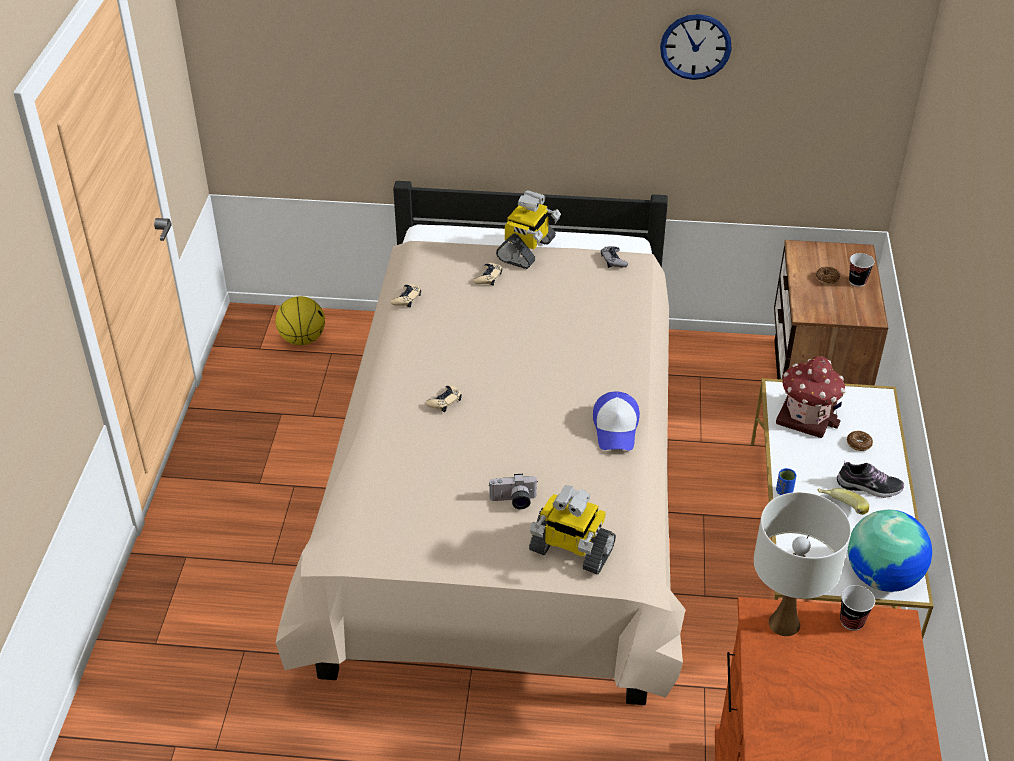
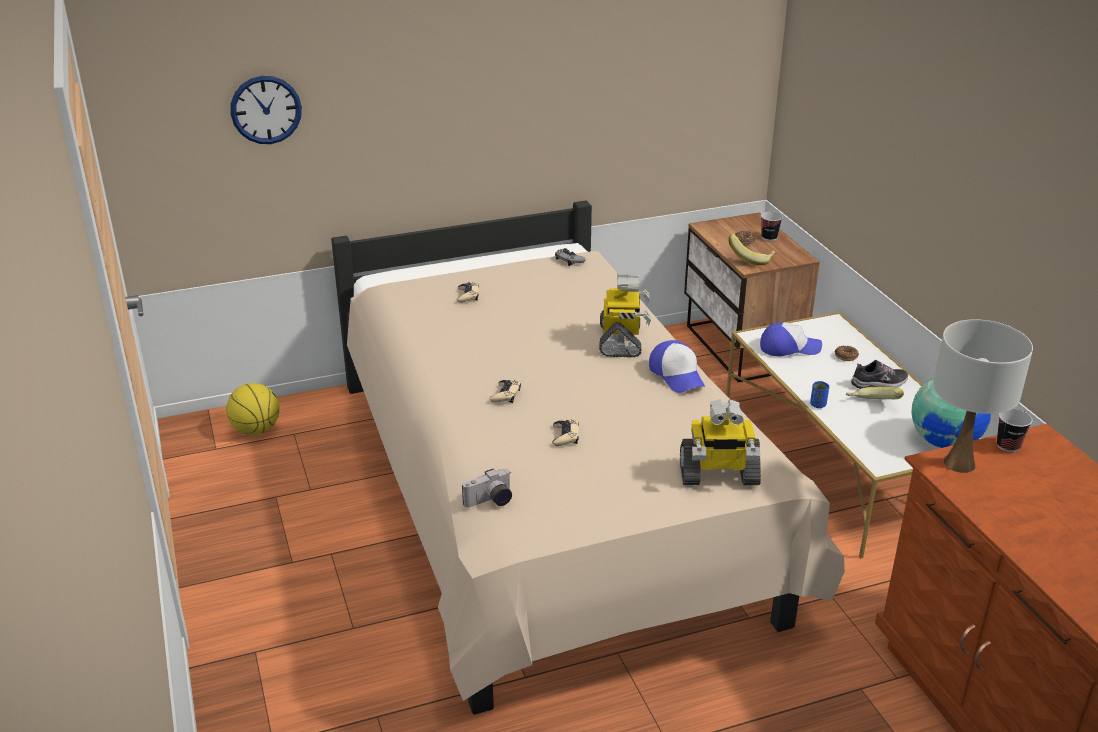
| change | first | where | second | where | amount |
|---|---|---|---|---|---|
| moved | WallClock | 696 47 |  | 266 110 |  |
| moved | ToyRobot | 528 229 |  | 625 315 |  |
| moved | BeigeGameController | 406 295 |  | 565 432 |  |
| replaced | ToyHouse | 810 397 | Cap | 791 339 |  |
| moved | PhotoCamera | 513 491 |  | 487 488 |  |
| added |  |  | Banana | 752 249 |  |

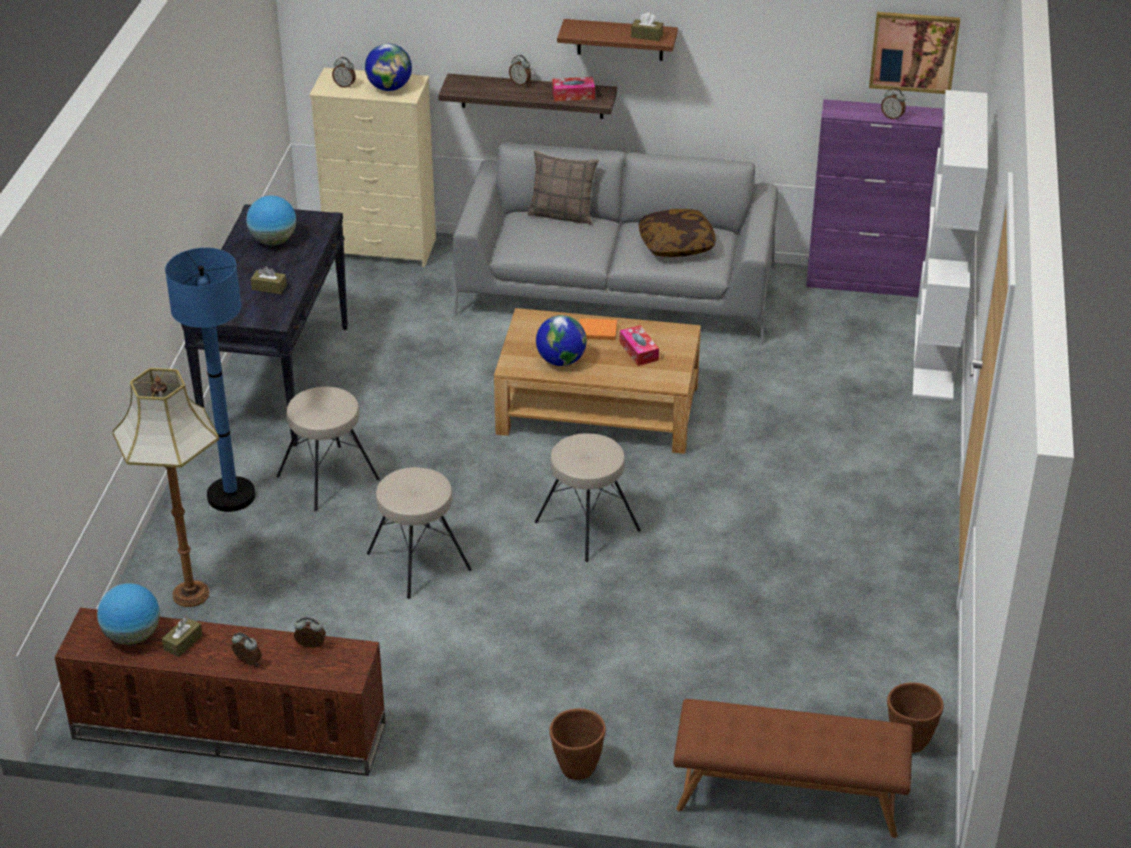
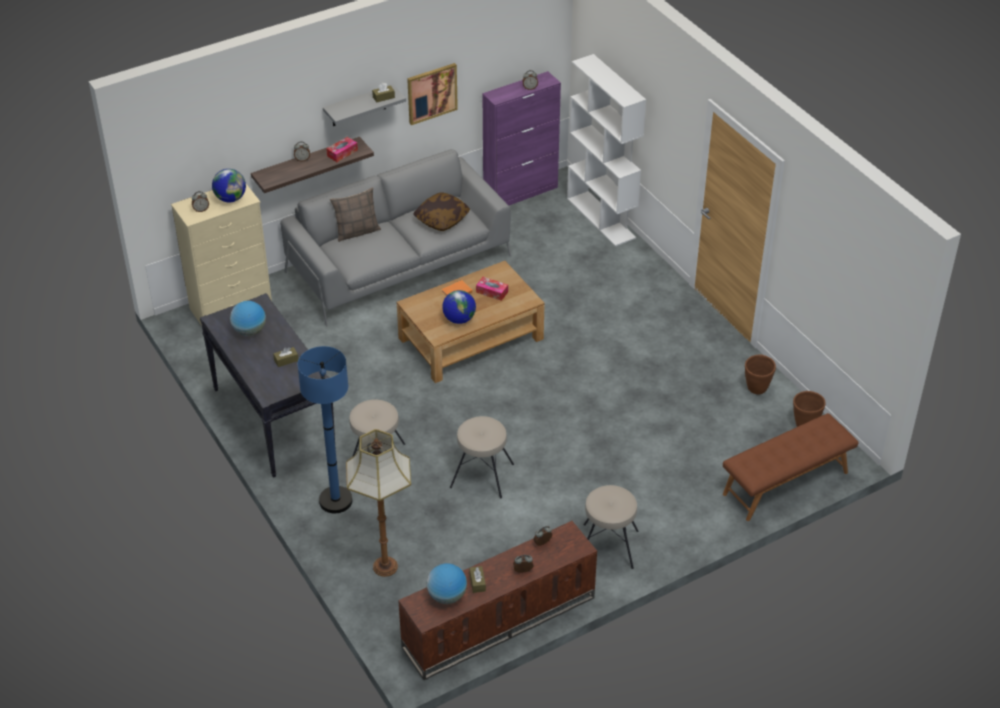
| change | first | where | second | where | amount |
|---|---|---|---|---|---|
| moved | Picture | 914 53 |  | 432 94 |  |
| recoloured | BrownShelf | 617 40 | GreyShelf | 364 105 |  |
| moved | BeigeStool | 588 497 |  | 611 527 |  |
| moved | BrownPlanter | 577 744 |  | 760 375 |  |

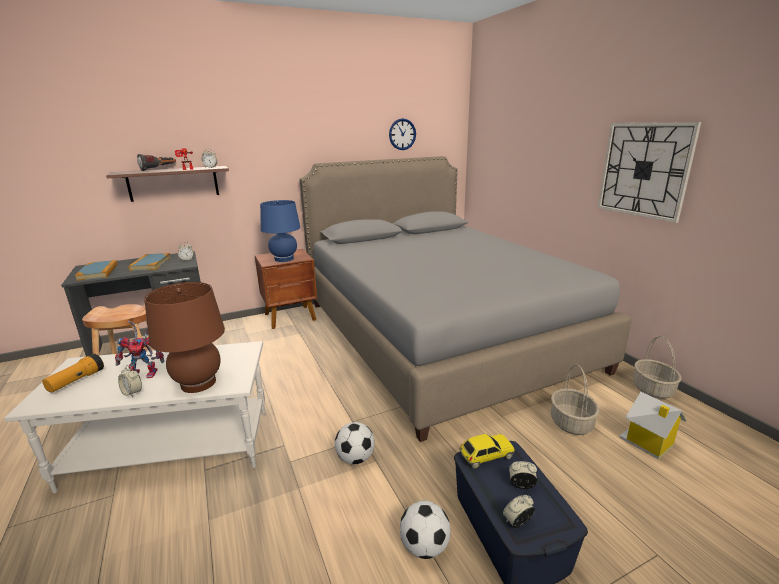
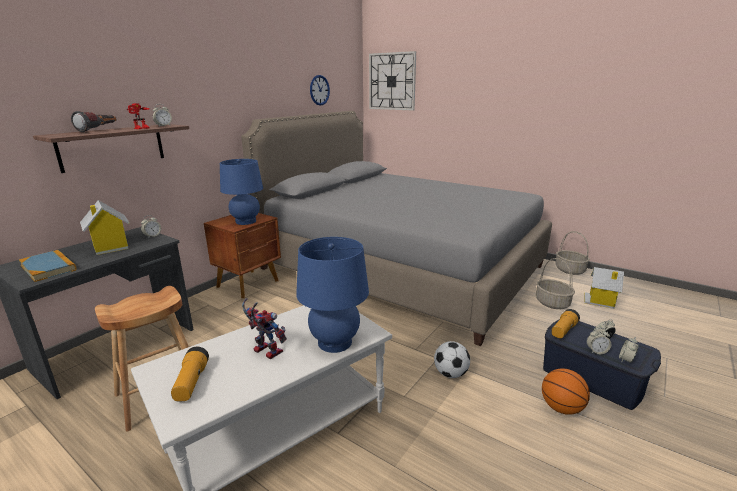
| change | first | where | second | where | amount |
|---|---|---|---|---|---|
| moved | WallClock | 649 172 |  | 392 80 |  |
| replaced | Book | 149 262 | ToyHouse | 105 227 |  |
| recoloured | BrownTableLamp | 184 337 | BlueTableLamp | 332 295 |  |
| turned | ToyRobot | 139 349 |  | 264 328 | 105 degrees counterclockwise |
| moved | AlarmClock | 130 381 |  | 599 341 |  |
| replaced | ToyCar | 487 451 | Flashlight | 565 323 |  |
| replaced | Football | 425 530 | Basketball | 566 391 |  |

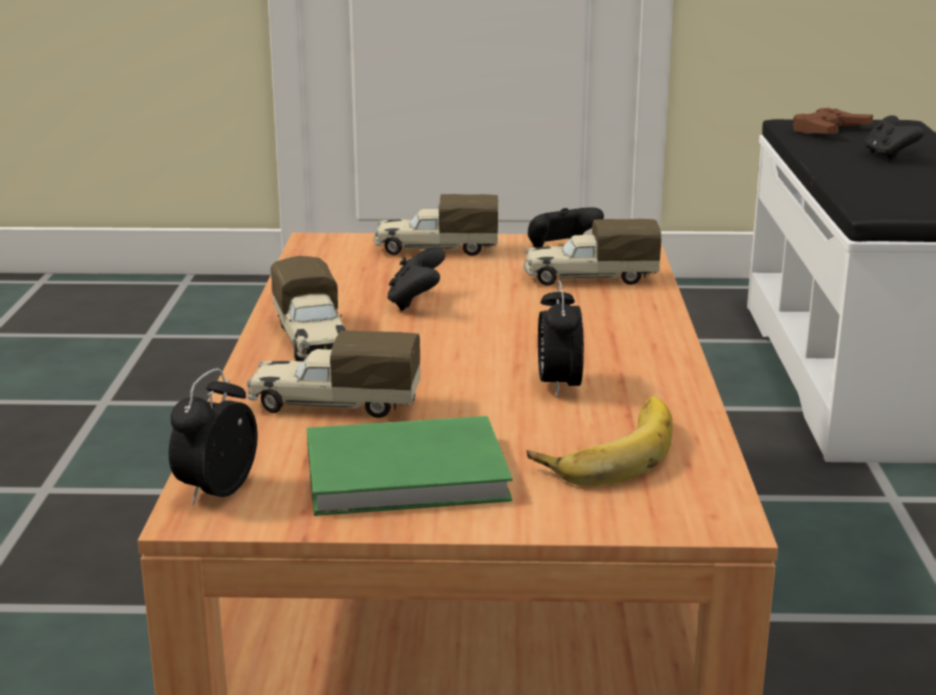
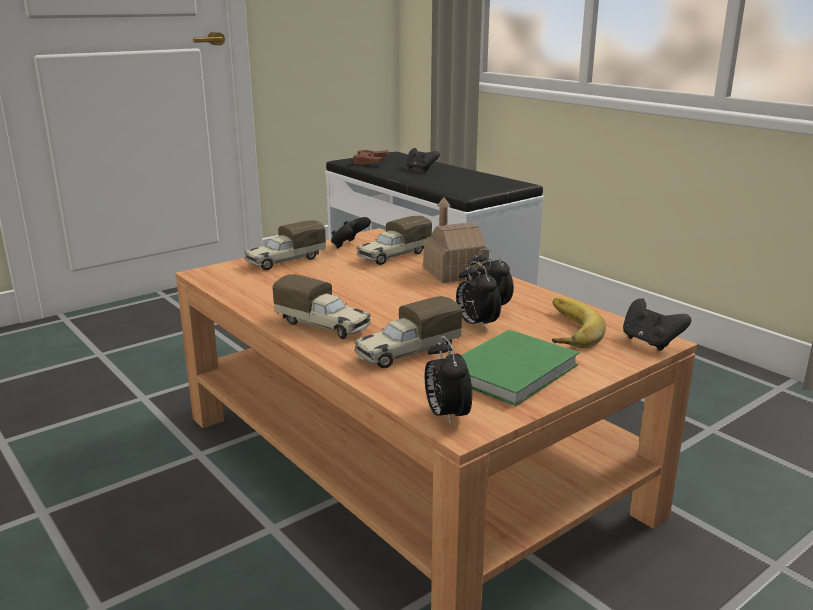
| change | first | where | second | where | amount |
|---|---|---|---|---|---|
| moved | BlackGameController | 416 279 |  | 657 324 |  |
| added |  |  | ToyHouse | 456 240 |  |
| added |  |  | AlarmClock | 478 296 |  |

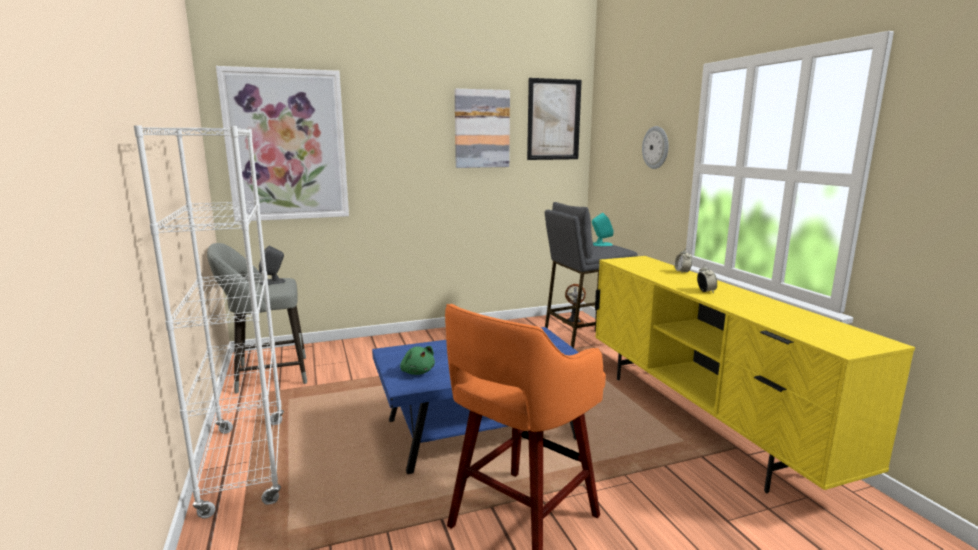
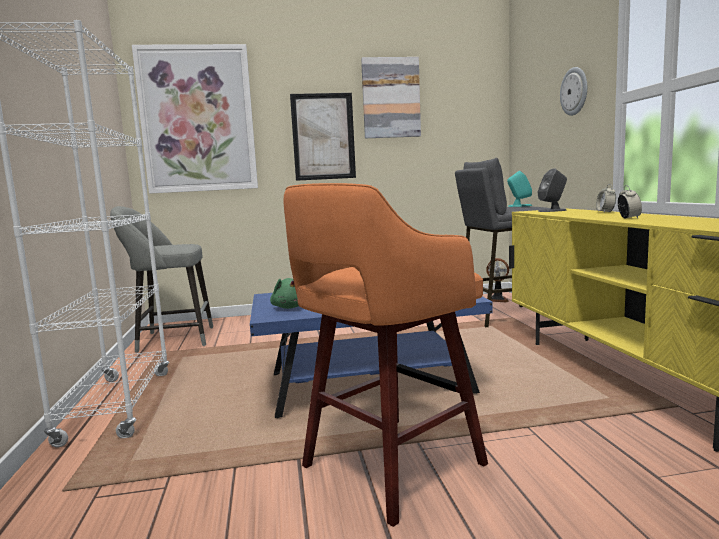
| change | first | where | second | where | amount |
|---|---|---|---|---|---|
| moved | Picture | 554 119 |  | 323 137 |  |
| moved | GreySpeaker | 272 265 |  | 552 190 |  |

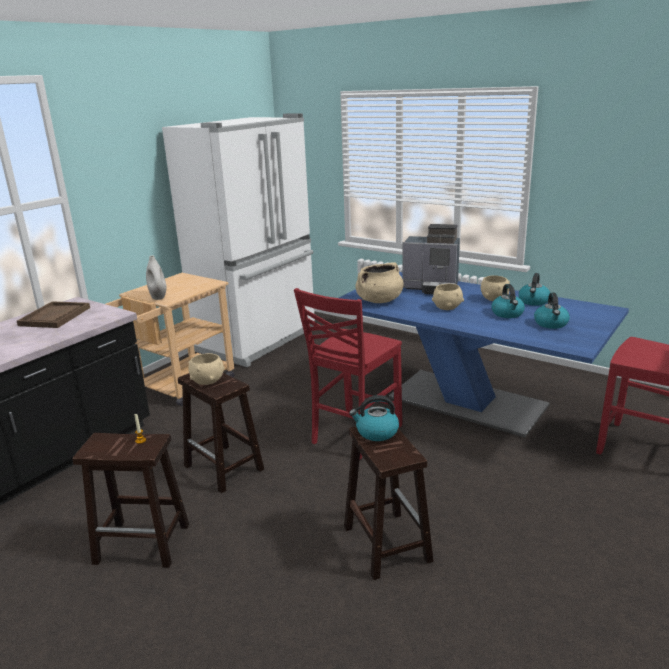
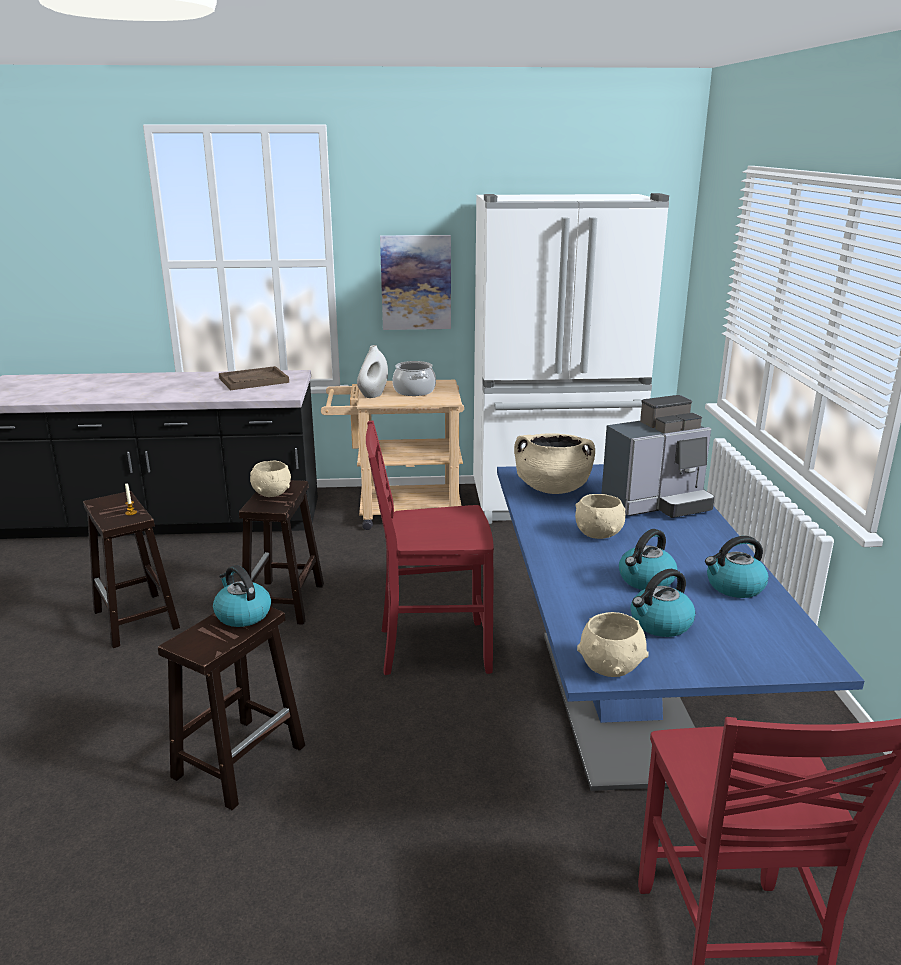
| change | first | where | second | where | amount |
|---|---|---|---|---|---|
| turned | CoffeeMachine | 431 259 |  | 658 456 | 90 degrees counterclockwise |
| moved | BeigeBowl | 495 288 |  | 613 644 |  |
| added |  |  | Picture | 415 282 |  |
| added |  |  | CookingPot | 414 378 |  |

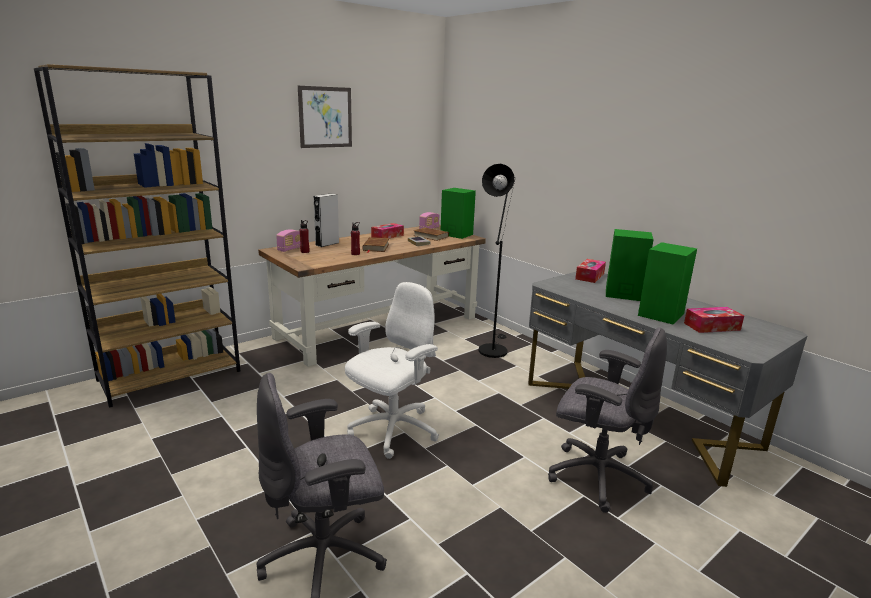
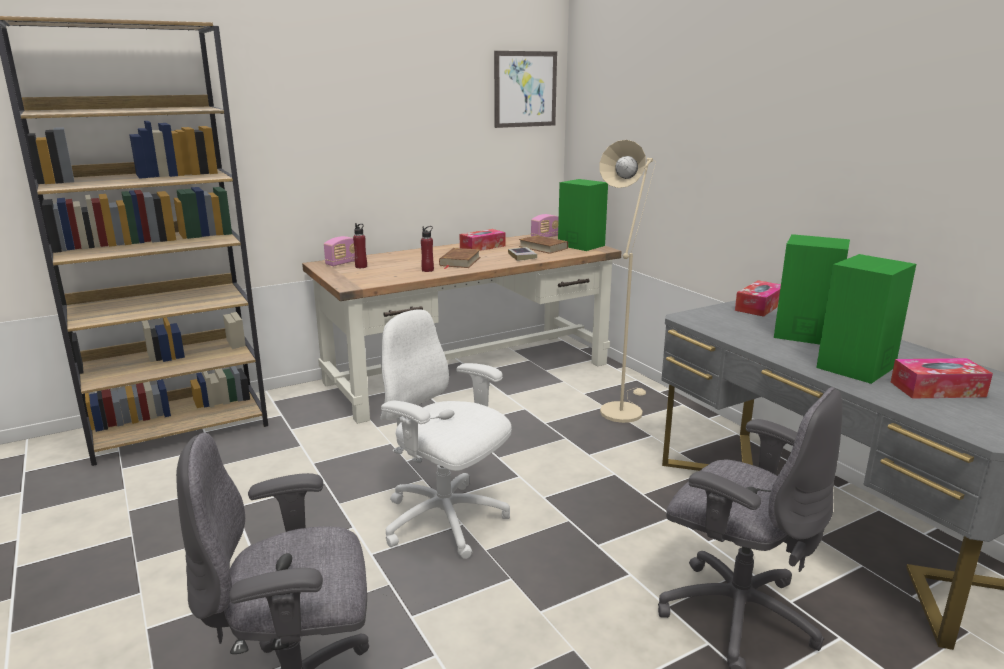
| change | first | where | second | where | amount |
|---|---|---|---|---|---|
| moved | Picture | 325 117 |  | 525 89 |  |
| recoloured | BlackFloorLamp | 497 261 | BeigeFloorLamp | 628 281 |  |
| removed | GreySpeaker | 326 220 |  |  |  |
| turned | WhiteOfficeChair | 392 370 |  | 446 434 | 105 degrees counterclockwise |

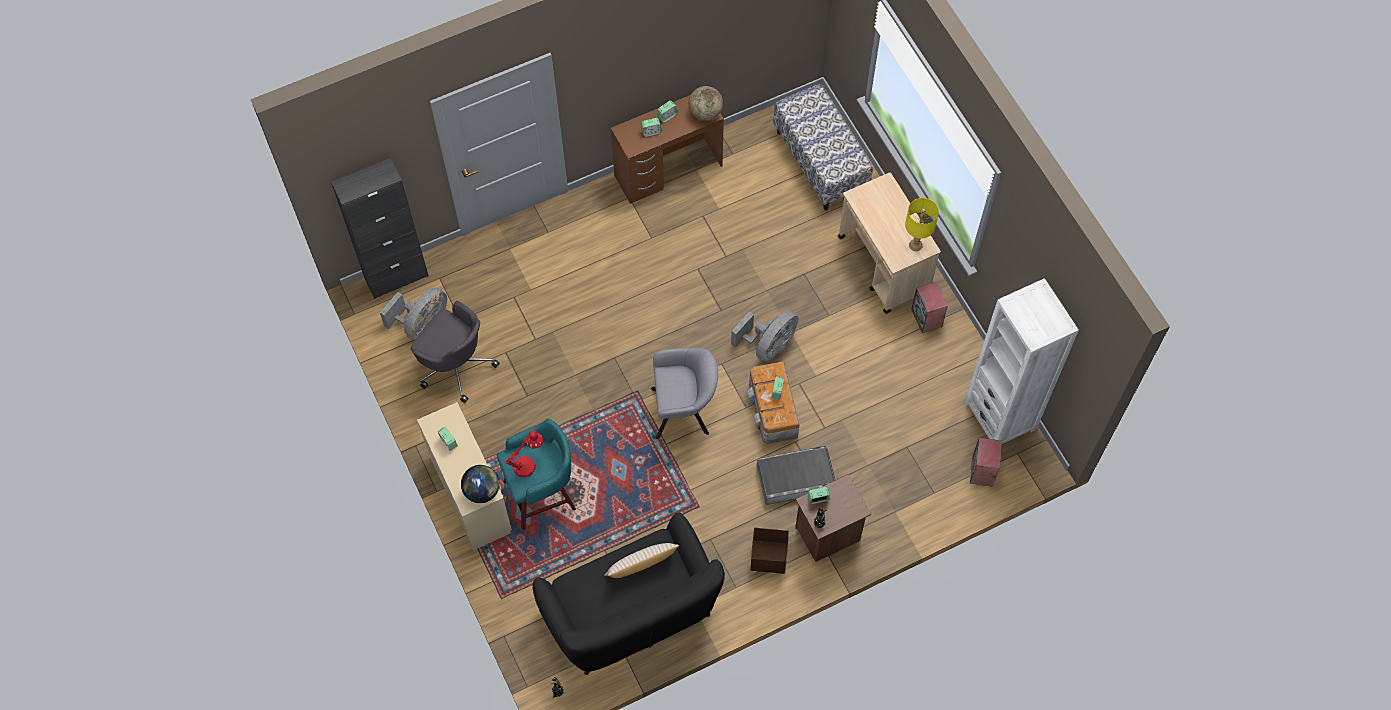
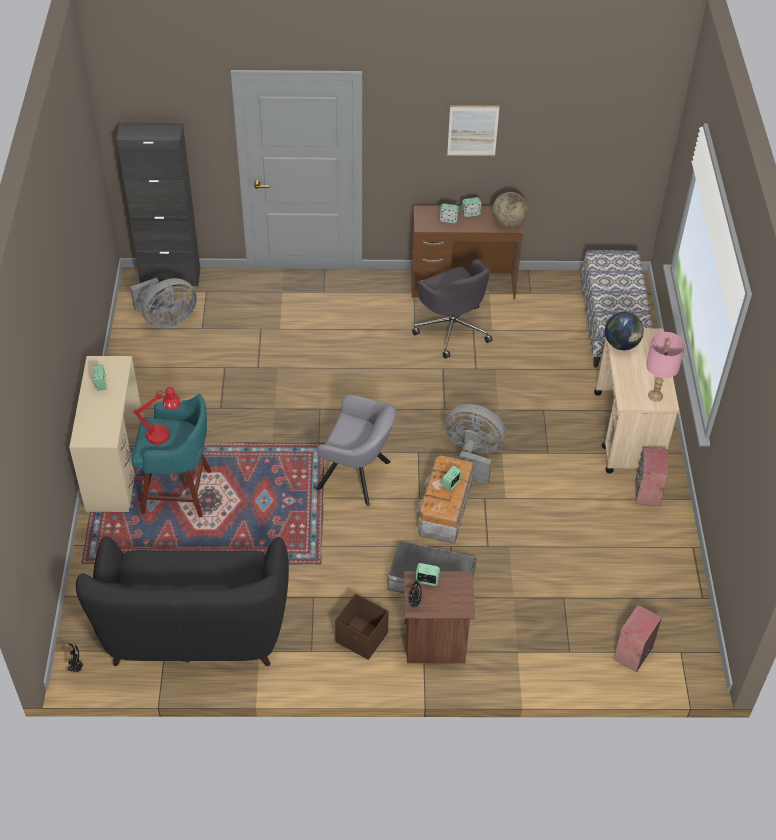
| change | first | where | second | where | amount |
|---|---|---|---|---|---|
| recoloured | YellowTableLamp | 922 224 | PinkTableLamp | 665 367 |  |
| removed | WhiteBookcase | 1021 361 |  |  |  |
| moved | GreyOfficeChair | 455 352 |  | 452 309 |  |
| turned | GreyFan | 765 336 |  | 475 444 | 135 degrees counterclockwise |
| moved | Globe | 480 484 |  | 624 331 |  |
| removed | BeigePillow | 641 560 |  |  |  |
| added |  |  | Picture | 473 130 |  |

